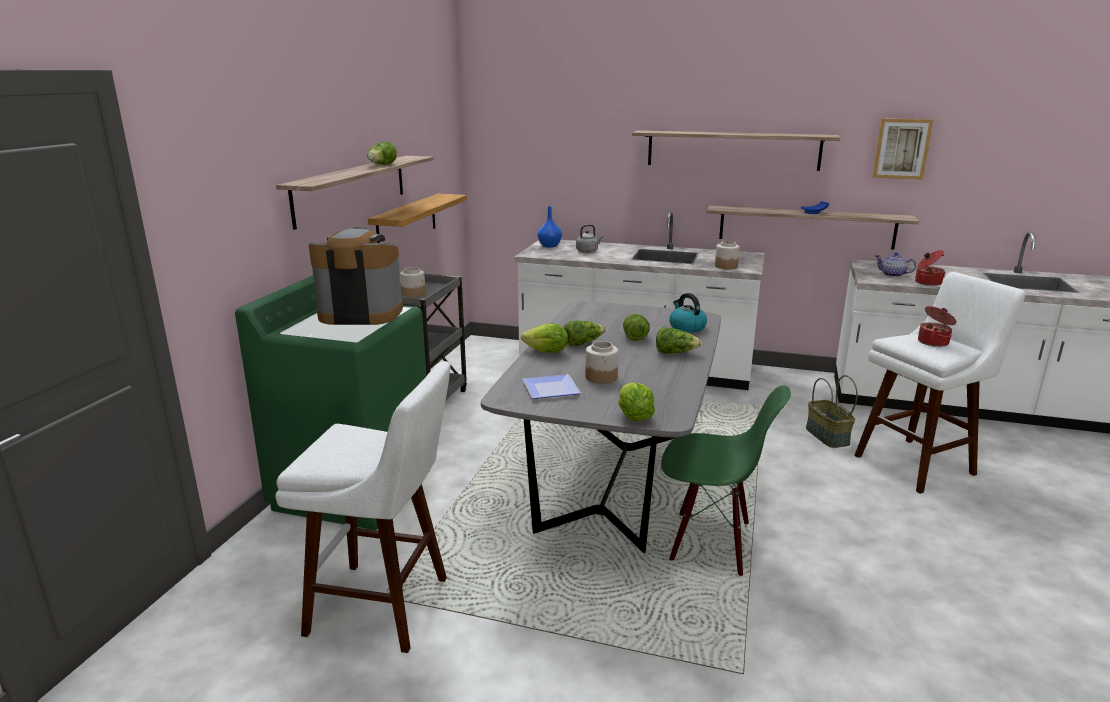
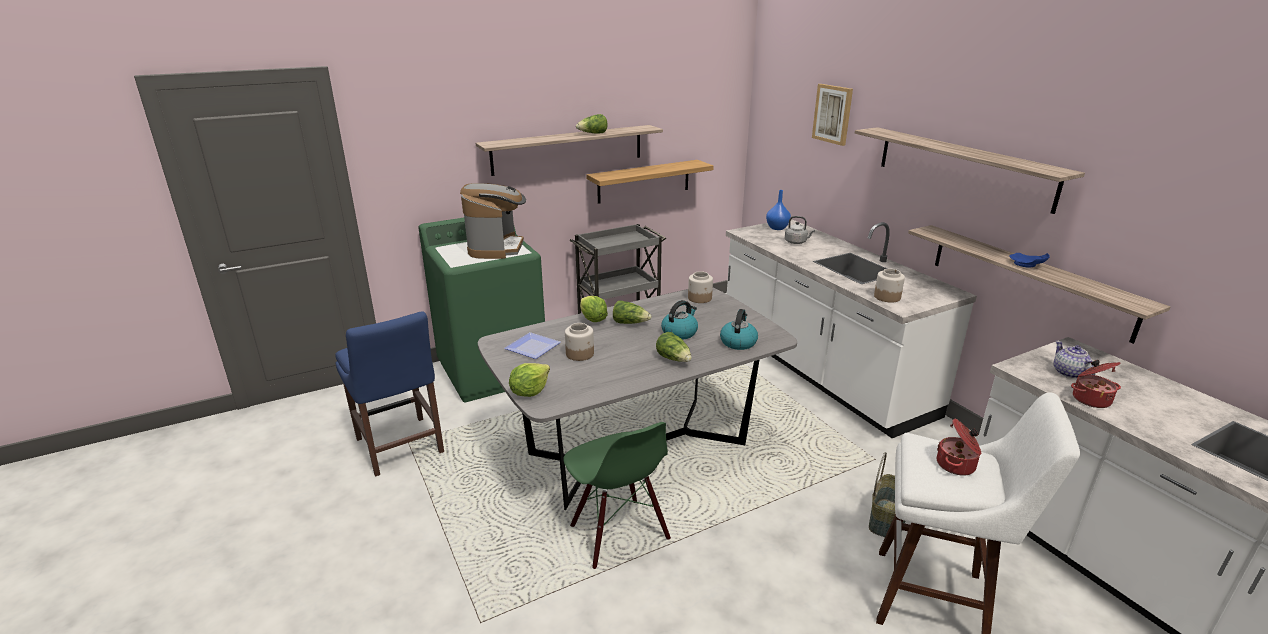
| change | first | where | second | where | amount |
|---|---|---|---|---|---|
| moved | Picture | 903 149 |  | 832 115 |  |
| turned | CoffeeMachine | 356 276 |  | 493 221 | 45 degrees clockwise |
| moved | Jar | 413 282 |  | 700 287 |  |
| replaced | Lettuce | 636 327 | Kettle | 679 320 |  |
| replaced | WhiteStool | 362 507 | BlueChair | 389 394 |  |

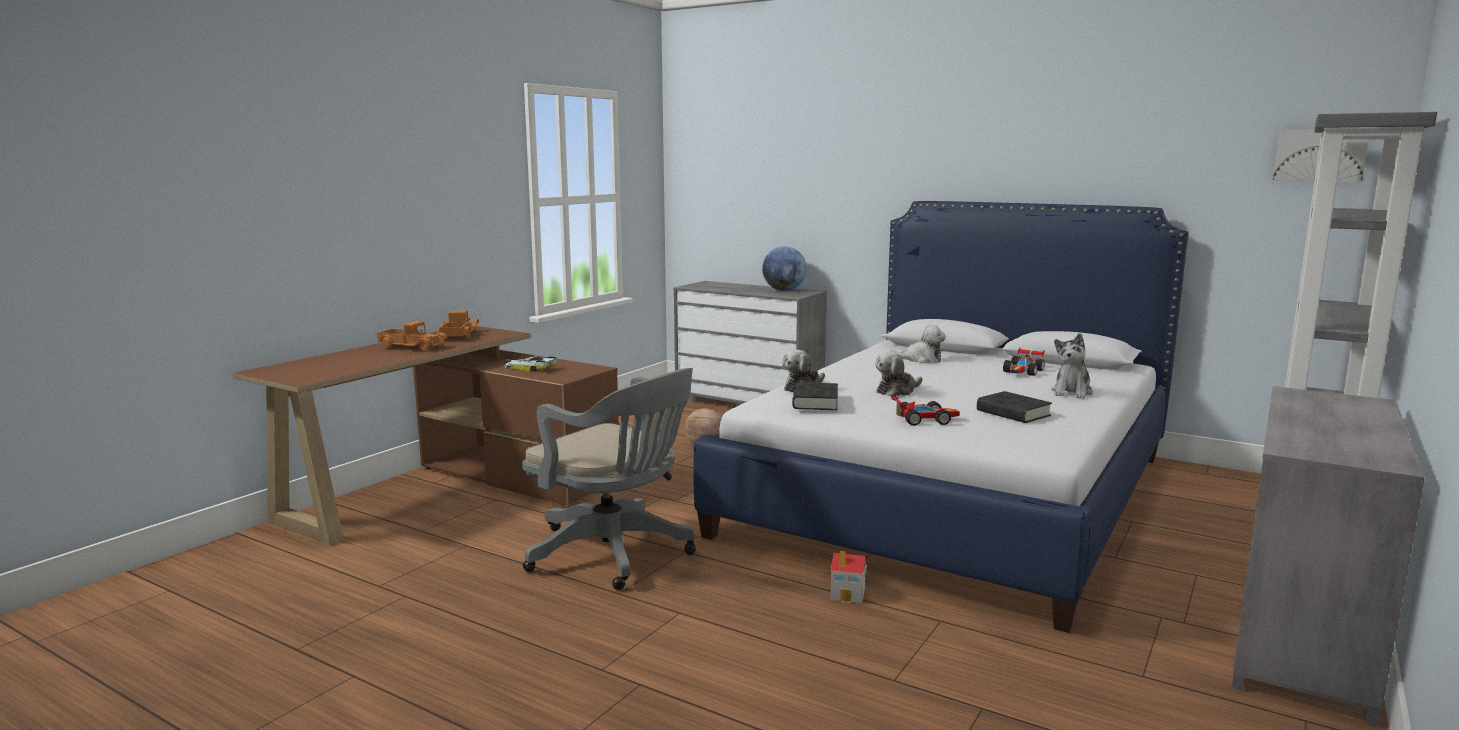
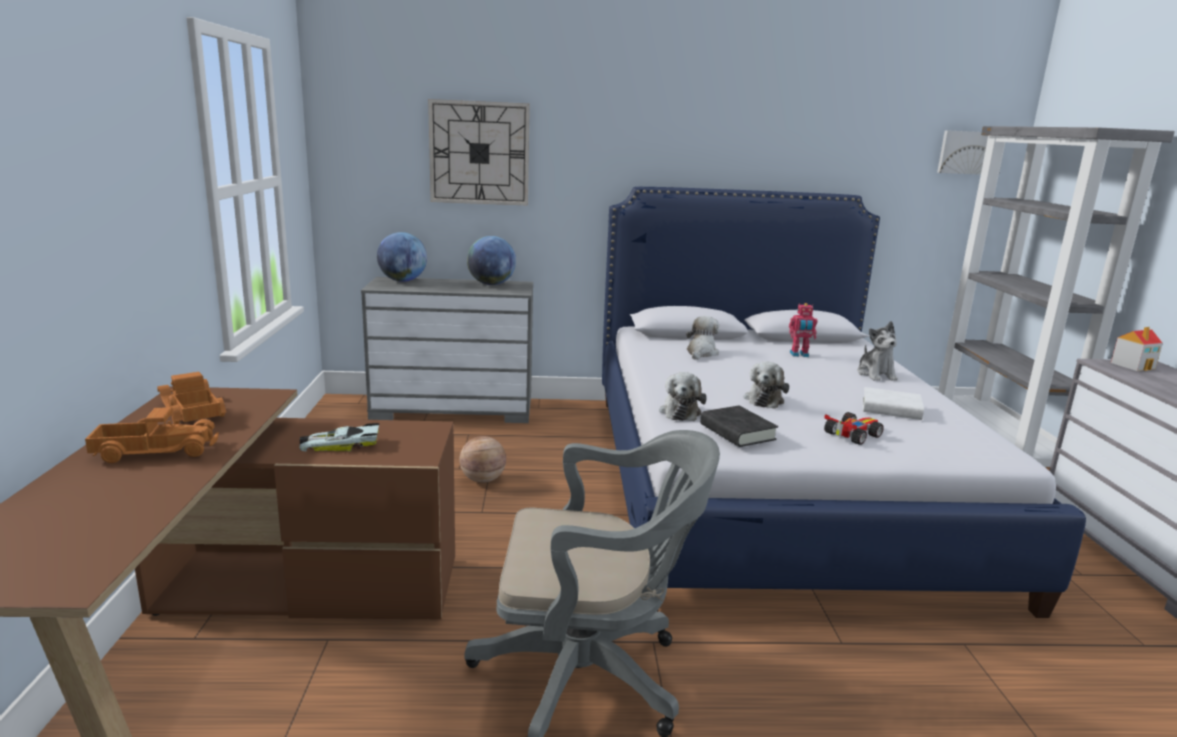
| change | first | where | second | where | amount |
|---|---|---|---|---|---|
| turned | PlushToy | 918 344 |  | 702 338 | 45 degrees counterclockwise |
| replaced | ToyCar | 1024 362 | ToyRobot | 803 330 |  |
| recoloured | BlackBook | 1014 407 | WhiteBook | 893 403 |  |
| moved | ToyHouse | 848 577 |  | 1137 349 |  |
| added |  |  | WallClock | 479 152 |  |
| added |  |  | Globe | 402 257 |  |

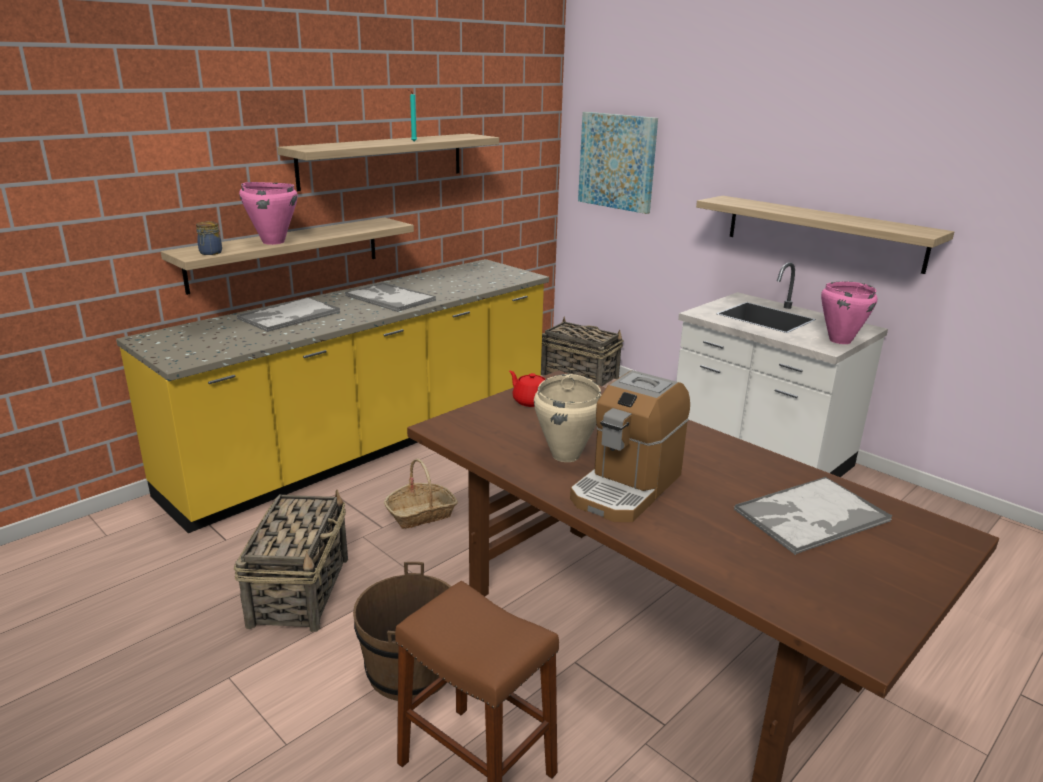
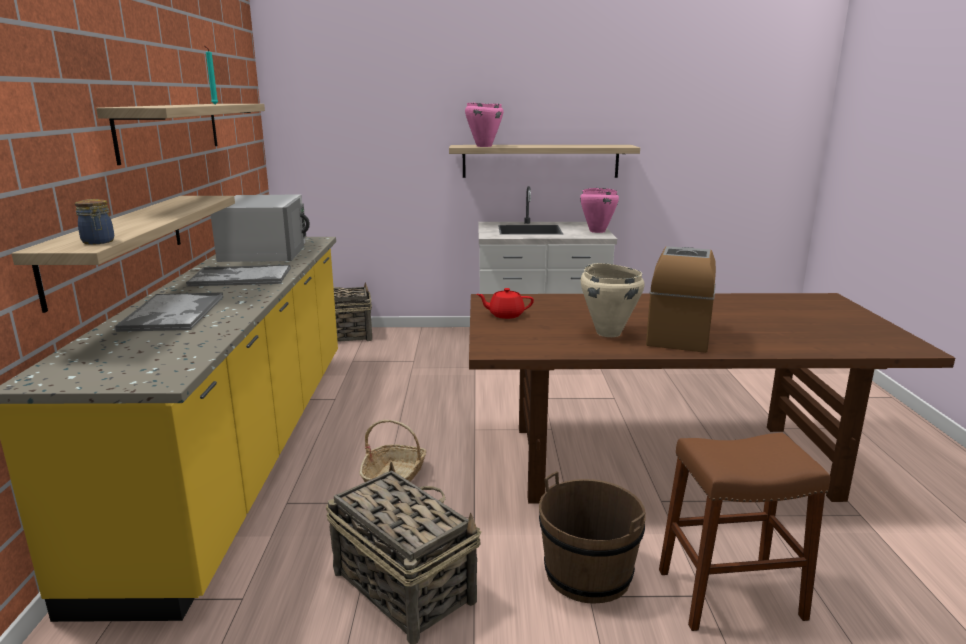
| change | first | where | second | where | amount |
|---|---|---|---|---|---|
| removed | Picture | 618 163 |  |  |  |
| moved | PinkCookingPot | 268 213 |  | 484 124 |  |
| turned | CoffeeMachine | 630 446 |  | 681 299 | 150 degrees counterclockwise |
| removed | Tray | 813 516 |  |  |  |
| added |  |  | WhiteMicrowave | 260 228 |  |

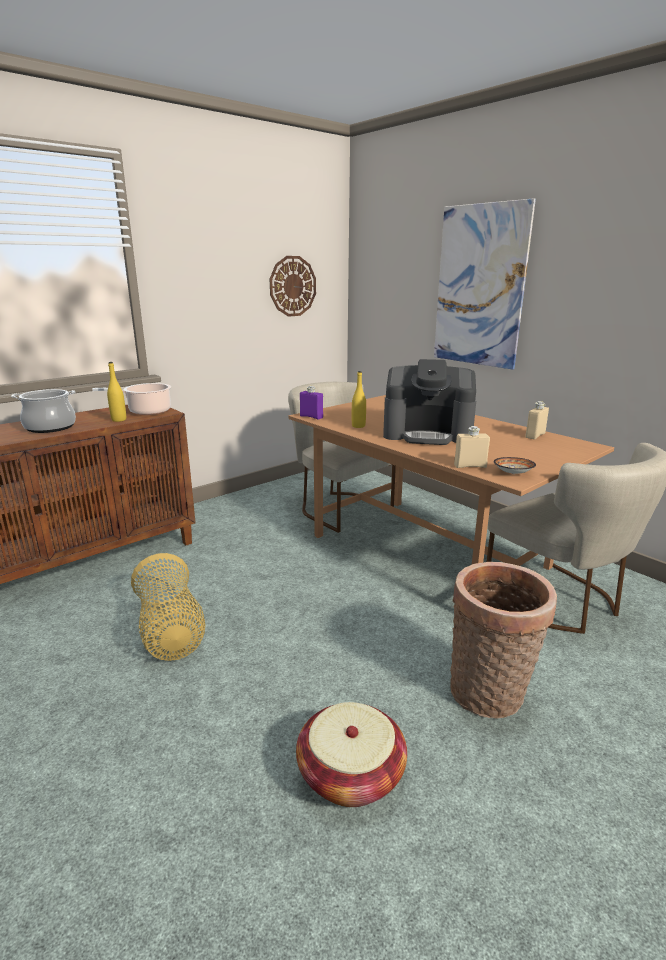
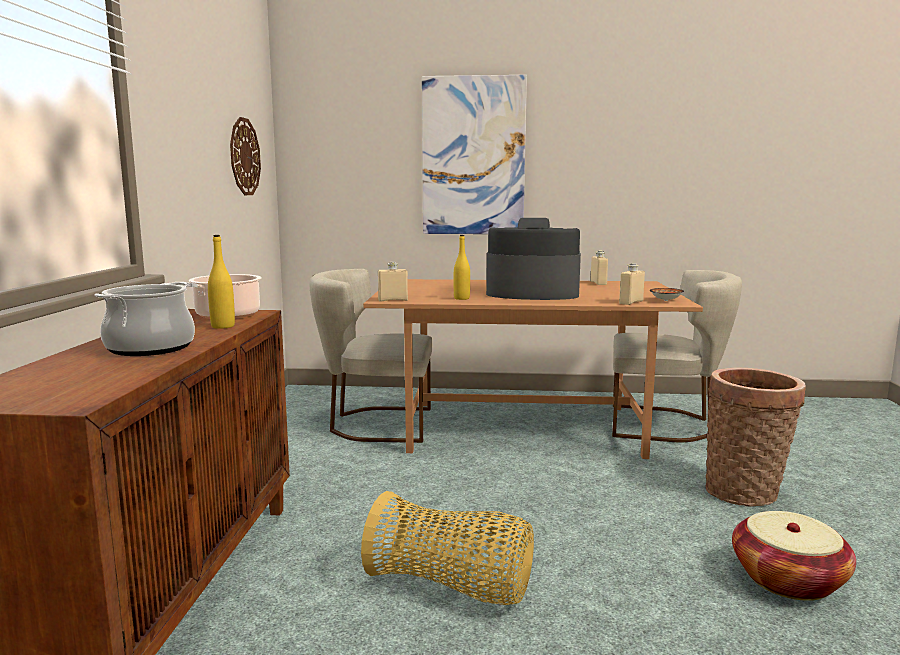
| change | first | where | second | where | amount |
|---|---|---|---|---|---|
| turned | CoffeeMachine | 429 402 |  | 533 259 | 135 degrees counterclockwise |
| recoloured | PurpleBottle | 311 402 | BeigeBottle | 393 282 |  |

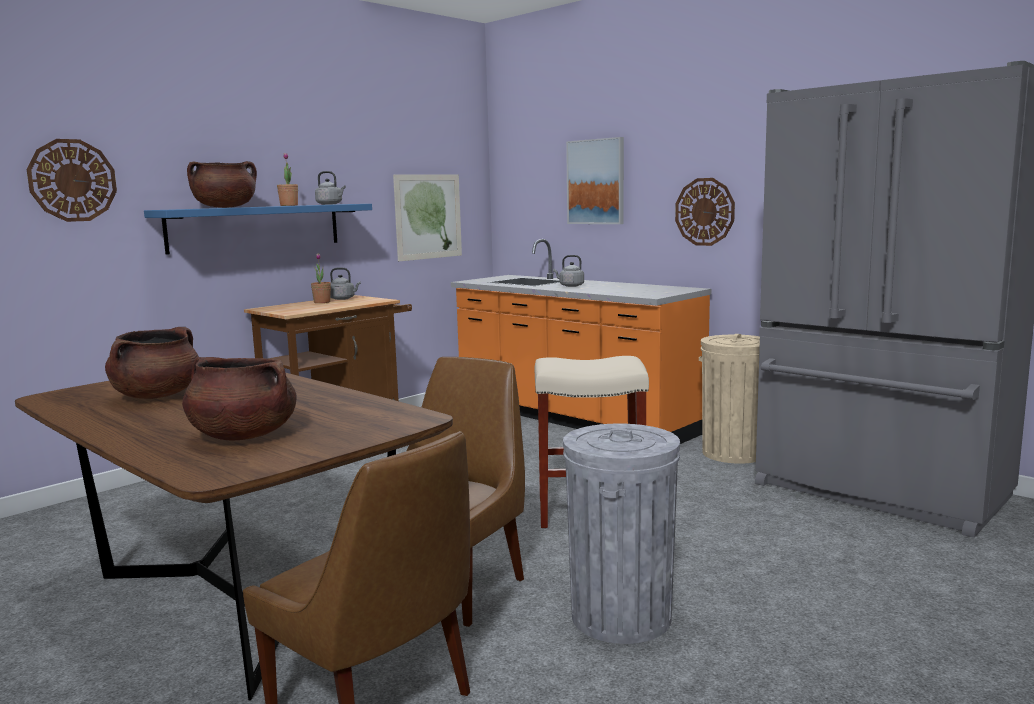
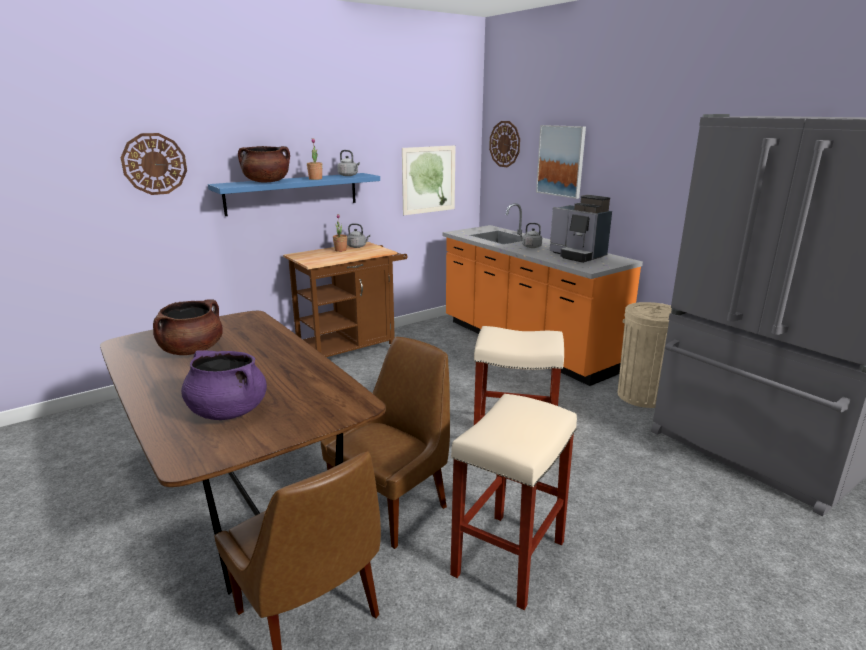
| change | first | where | second | where | amount |
|---|---|---|---|---|---|
| moved | WallClock | 705 212 |  | 504 144 |  |
| recoloured | BrownCookingPot | 239 399 | PurpleCookingPot | 224 385 |  |
| replaced | GreyTrashCan | 621 533 | BeigeStool | 513 502 |  |
| added |  |  | CoffeeMachine | 581 229 |  |

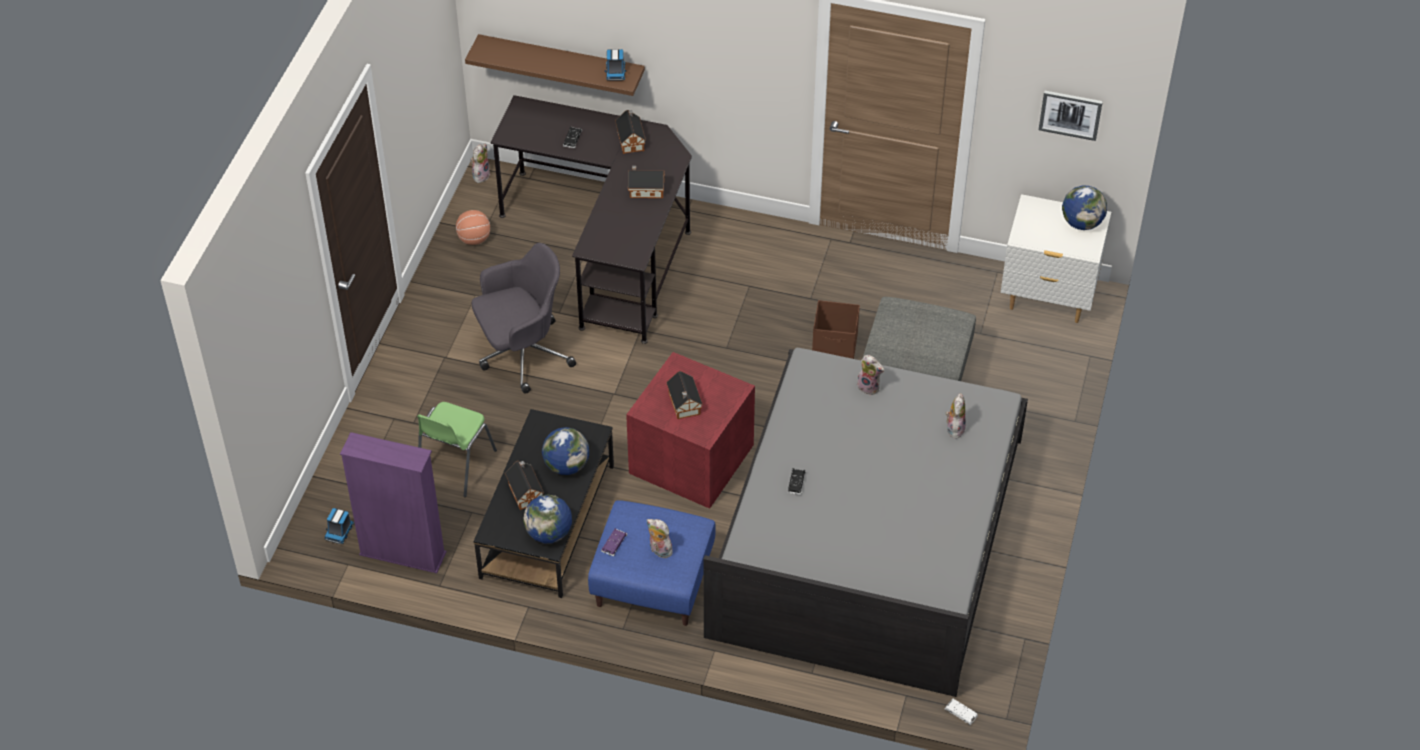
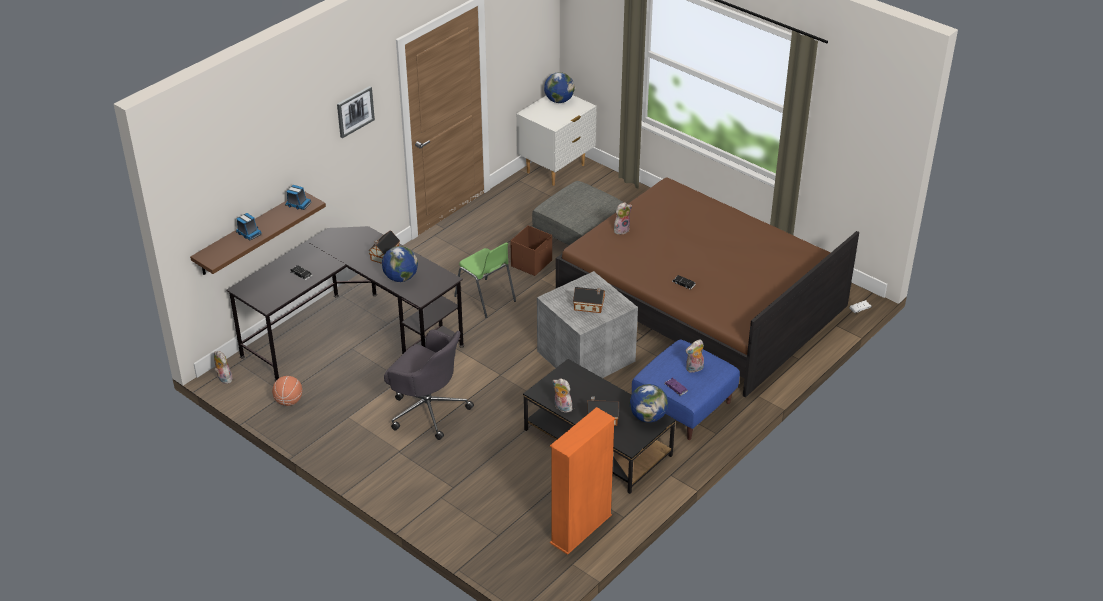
| change | first | where | second | where | amount |
|---|---|---|---|---|---|
| moved | Picture | 1071 116 |  | 356 112 |  |
| removed | ToyHouse | 630 132 |  |  |  |
| turned | GreyOfficeChair | 524 318 |  | 429 384 | 120 degrees clockwise |
| recoloured | GreyBed | 866 522 | BrownBed | 707 287 |  |
| recoloured | RedStorageBox | 690 430 | GreyStorageBox | 587 324 |  |
| moved | PlushToy | 956 416 |  | 562 395 |  |
| moved | GreenChair | 457 449 |  | 485 280 |  |
| moved | Globe | 565 451 |  | 400 264 |  |
| recoloured | PurpleBookcase | 393 502 | OrangeBookcase | 582 481 |  |
| moved | ToyTruck | 339 526 |  | 249 226 |  |

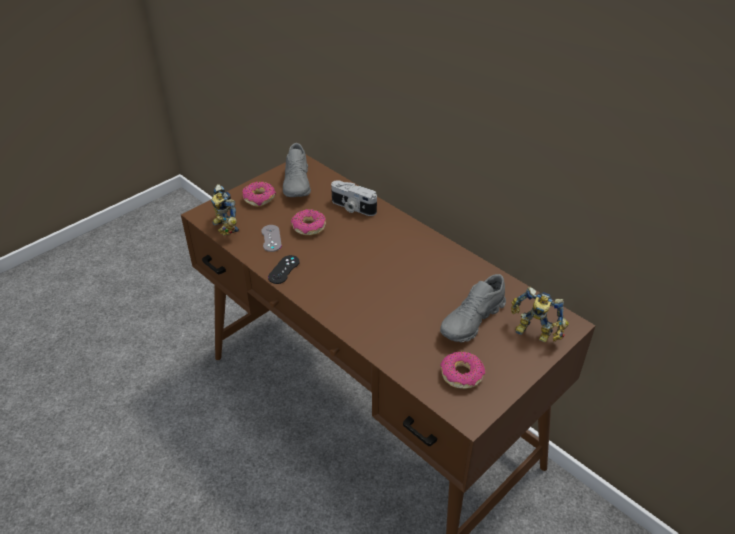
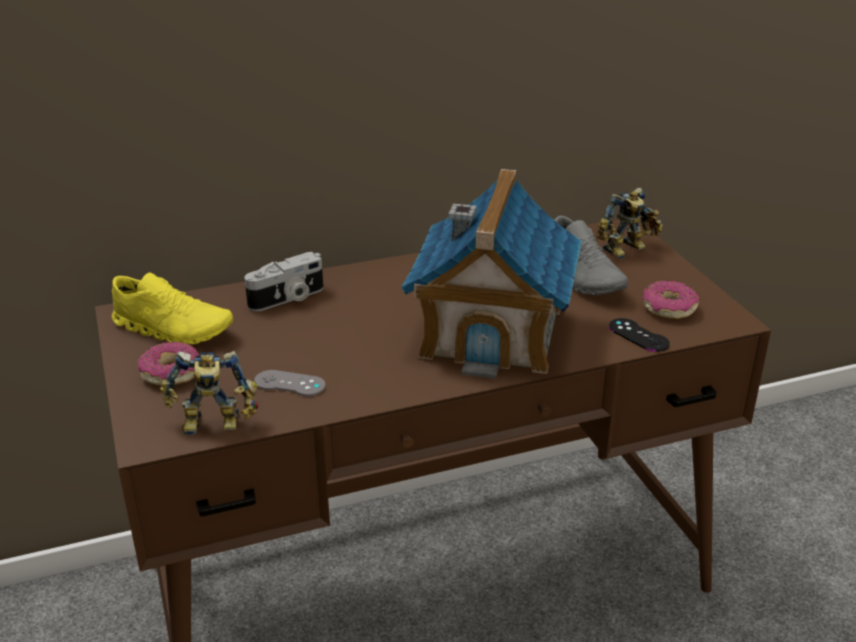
| change | first | where | second | where | amount |
|---|---|---|---|---|---|
| recoloured | GreyShoe | 297 170 | YellowShoe | 172 308 |  |
| removed | Donut | 308 222 |  |  |  |
| moved | BlackGameController | 284 269 |  | 639 335 |  |
| added |  |  | ToyHouse | 491 274 |  |

